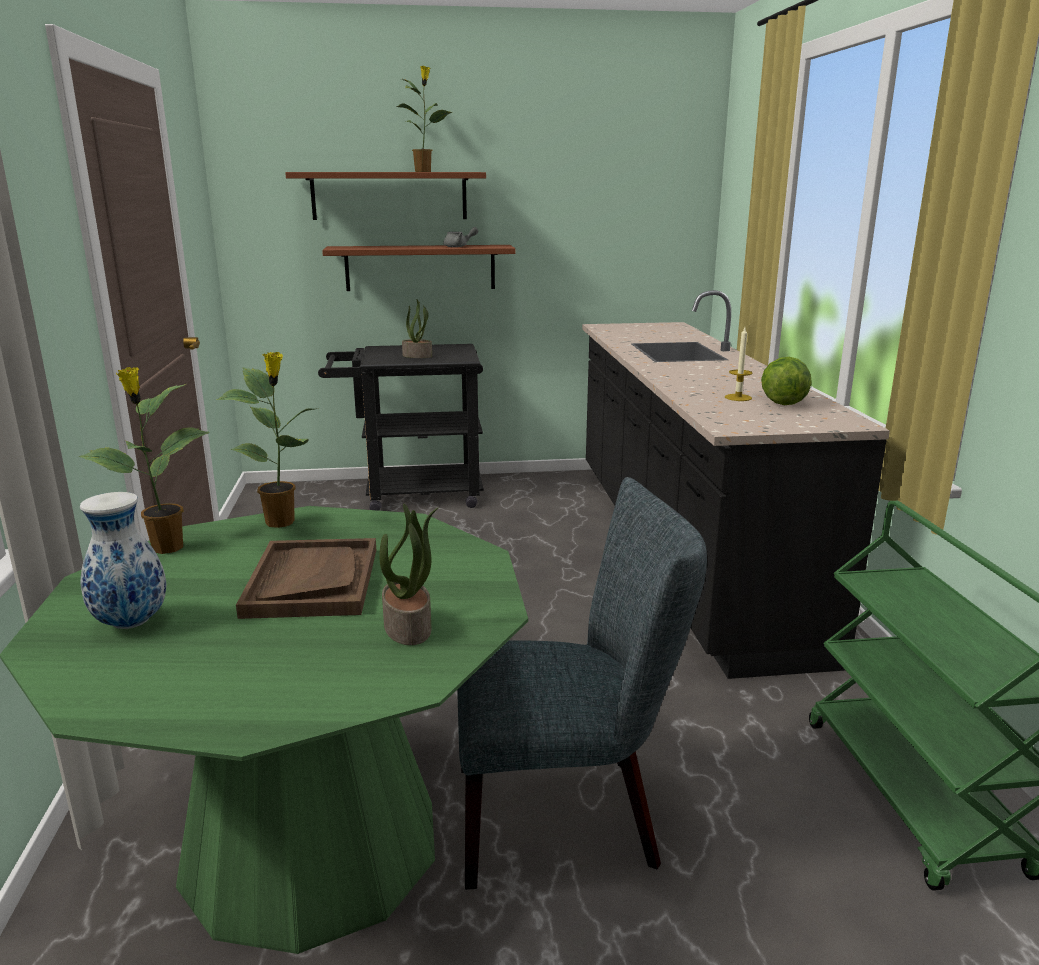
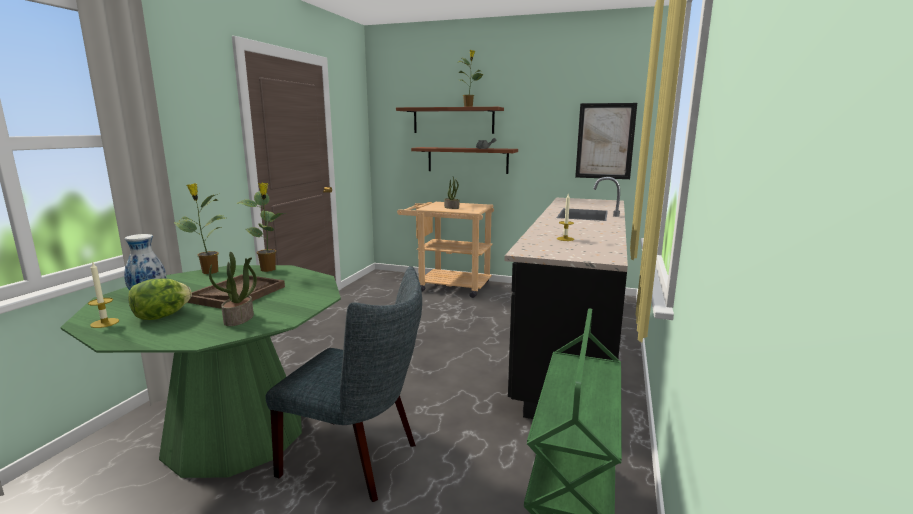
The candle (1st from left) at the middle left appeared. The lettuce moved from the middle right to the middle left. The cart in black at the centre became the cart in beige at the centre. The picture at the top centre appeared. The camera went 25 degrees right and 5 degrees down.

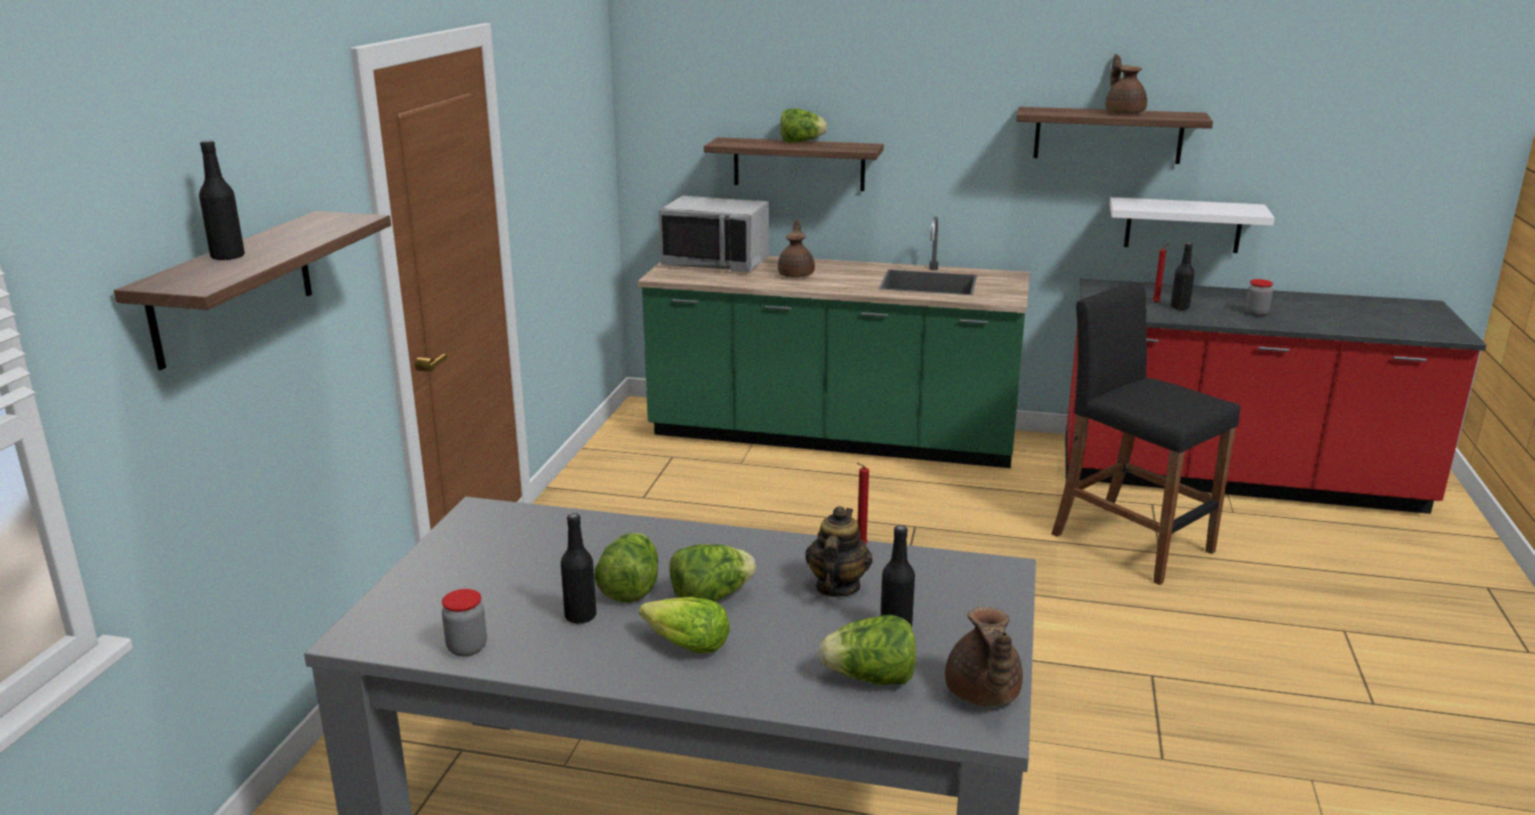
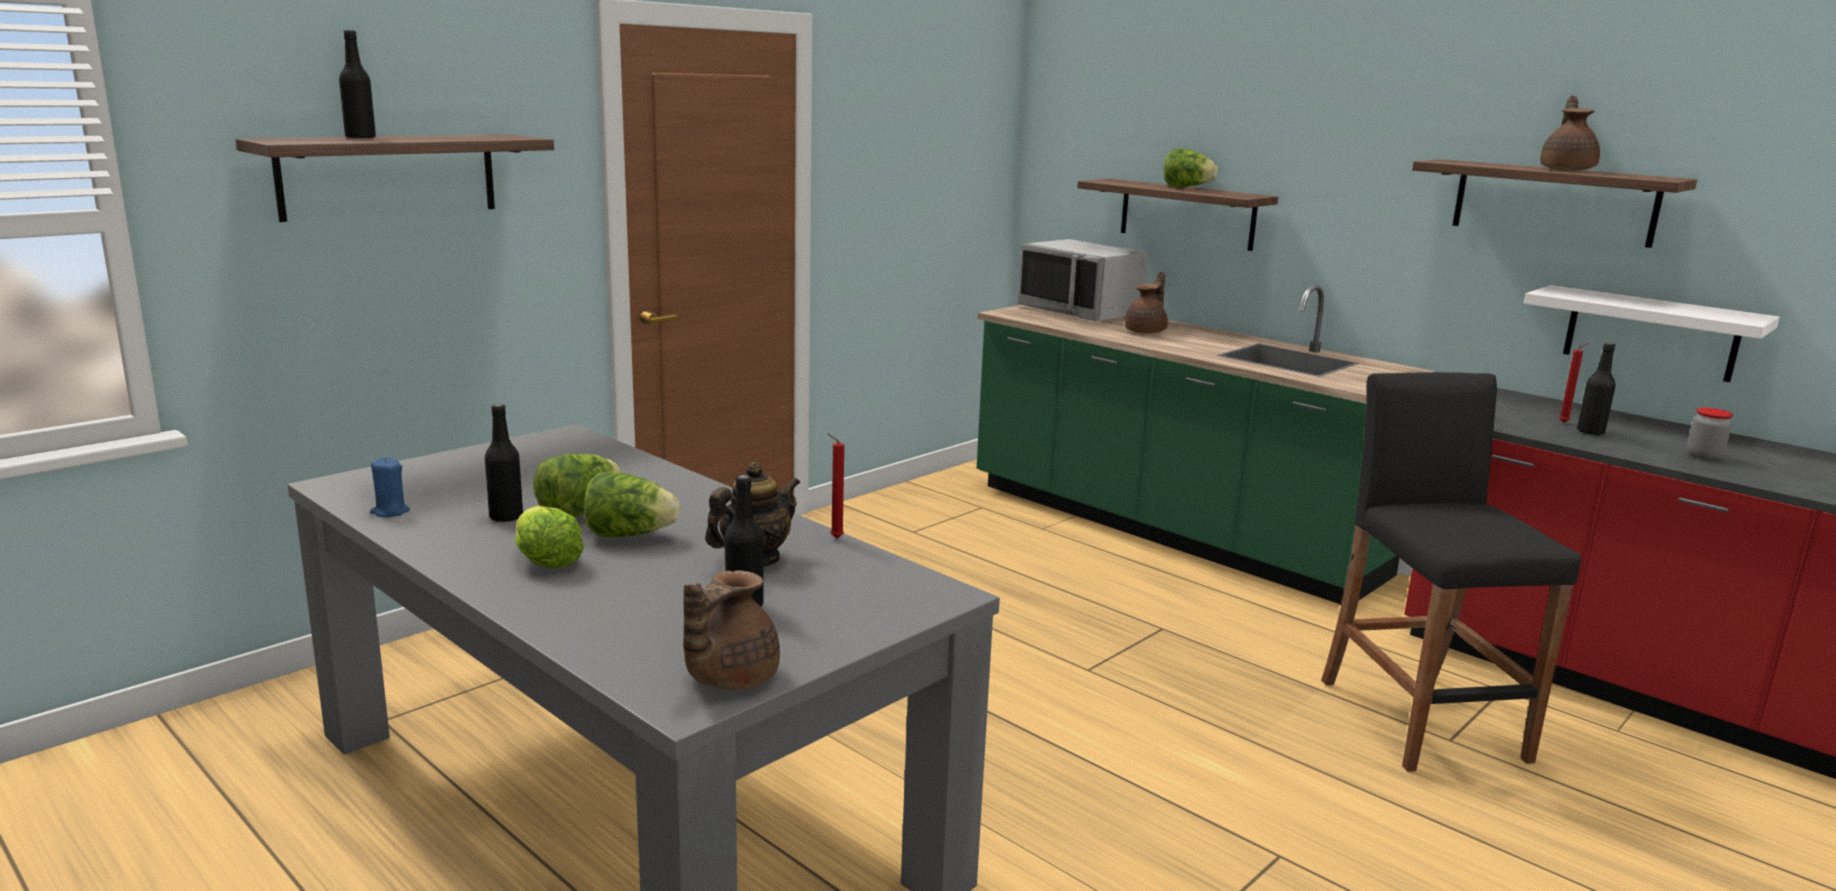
The jar (1st from left) at the bottom left was replaced by the candle in blue at the middle left. The lettuce (5th from left) at the bottom centre disappeared. The camera went 30 degrees right and 5 degrees down.

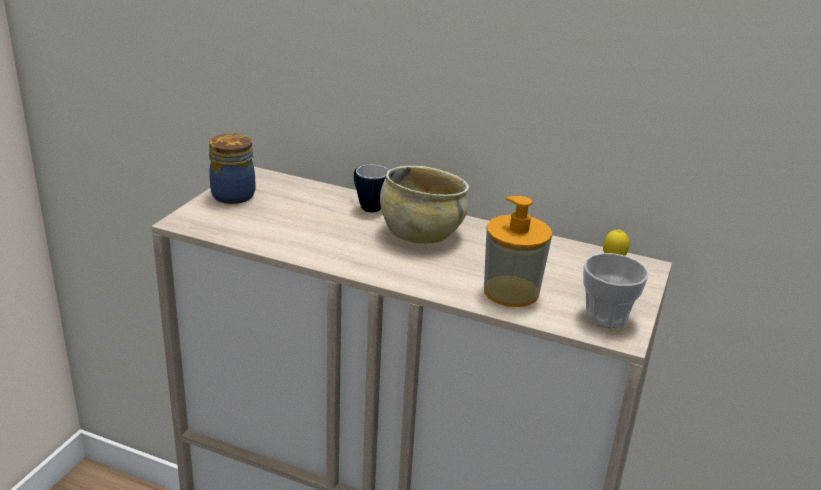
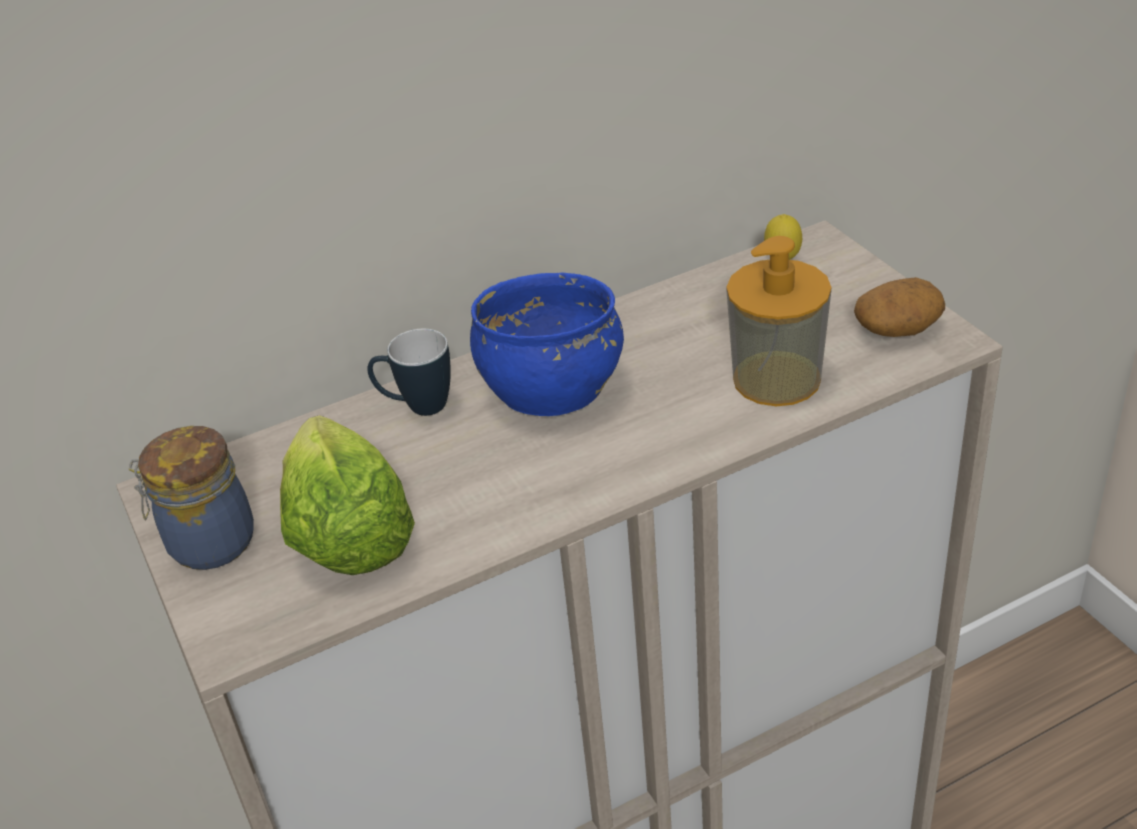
The lettuce at the middle left appeared. The bowl in beige at the centre became the bowl in blue at the centre. The cup at the middle right was replaced by the potato at the middle right. The camera went 45 degrees left and 10 degrees up.

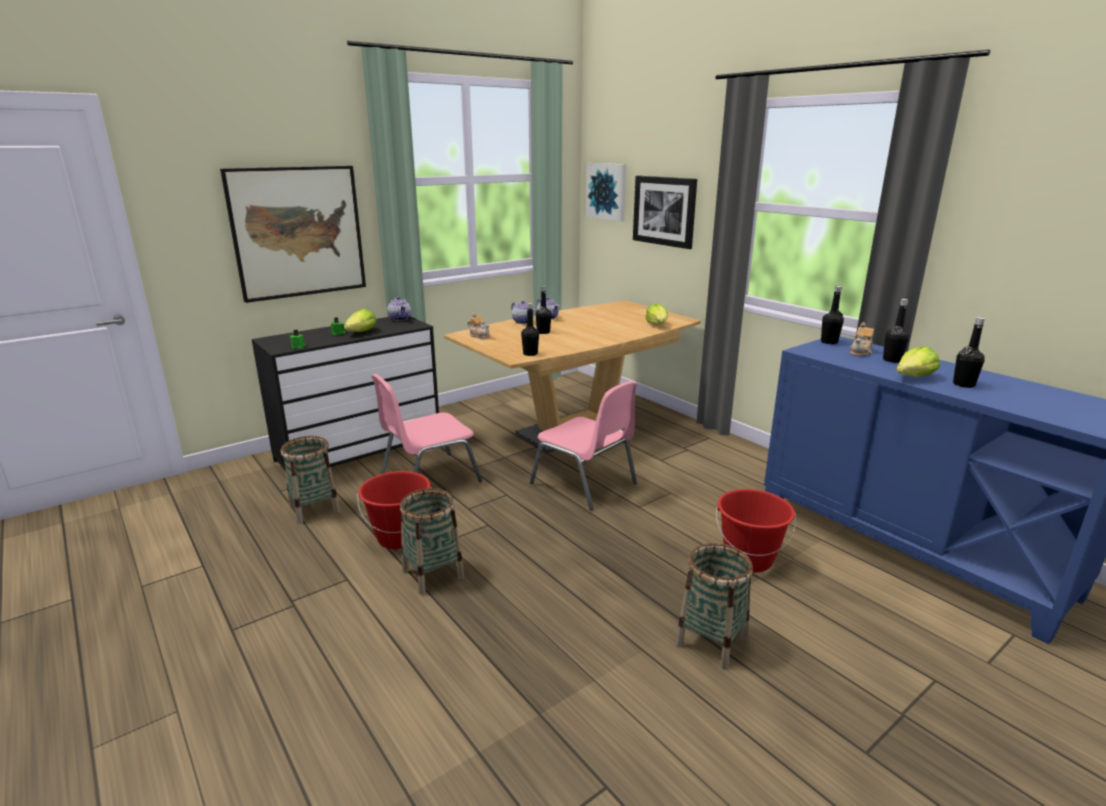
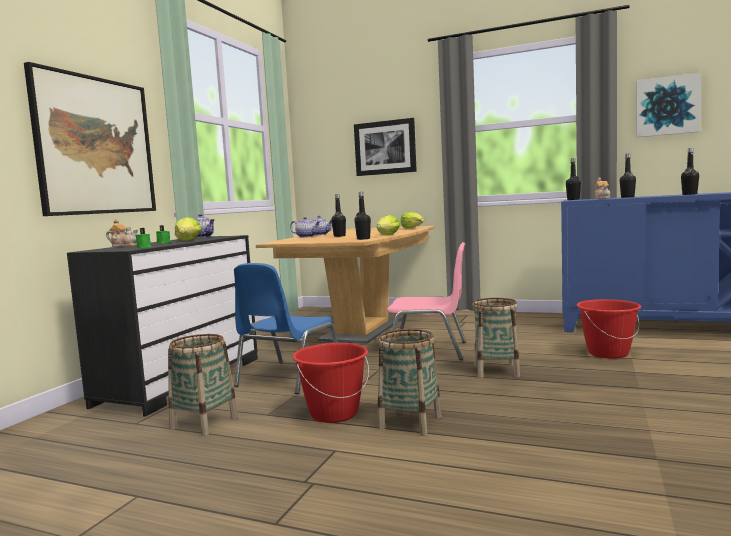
The teapot (2nd from left in the first image) moved from the centre to the middle left. The chair in pink (1st from left) at the centre became the chair in blue at the centre. The lettuce (3rd from left in the first image) moved from the middle right to the centre. The basket (3rd from left) moved from the bottom centre to the middle right. The picture (2nd from left in the first image) moved from the top centre to the top right. The camera went 30 degrees left and 15 degrees down.

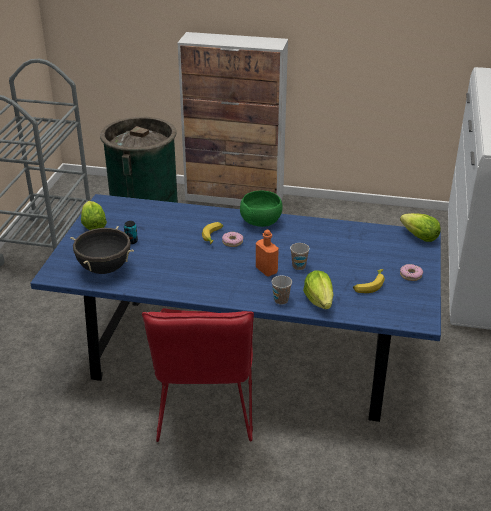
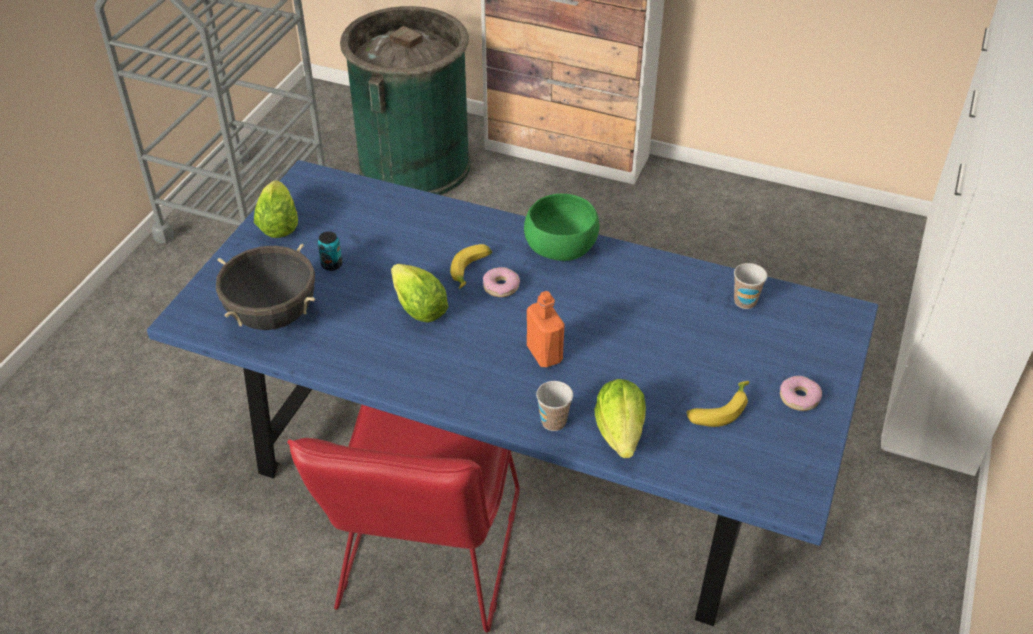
The lettuce (3rd from left in the first image) moved from the middle right to the centre. The cup (2nd from left) moved from the centre to the middle right. The camera went 10 degrees right and 10 degrees up.

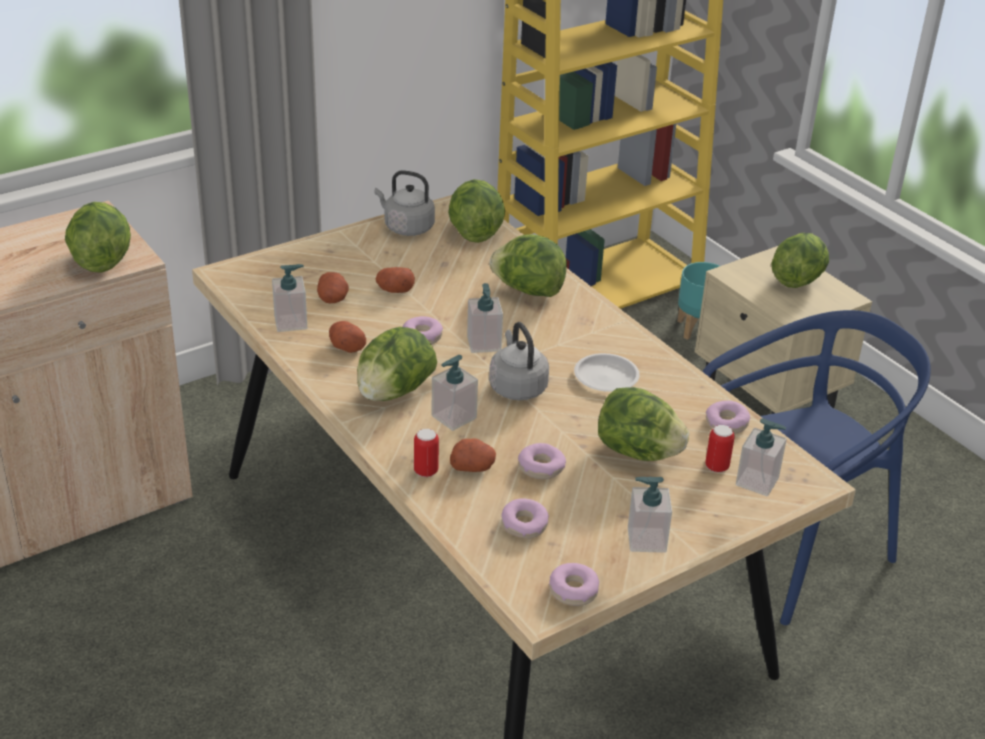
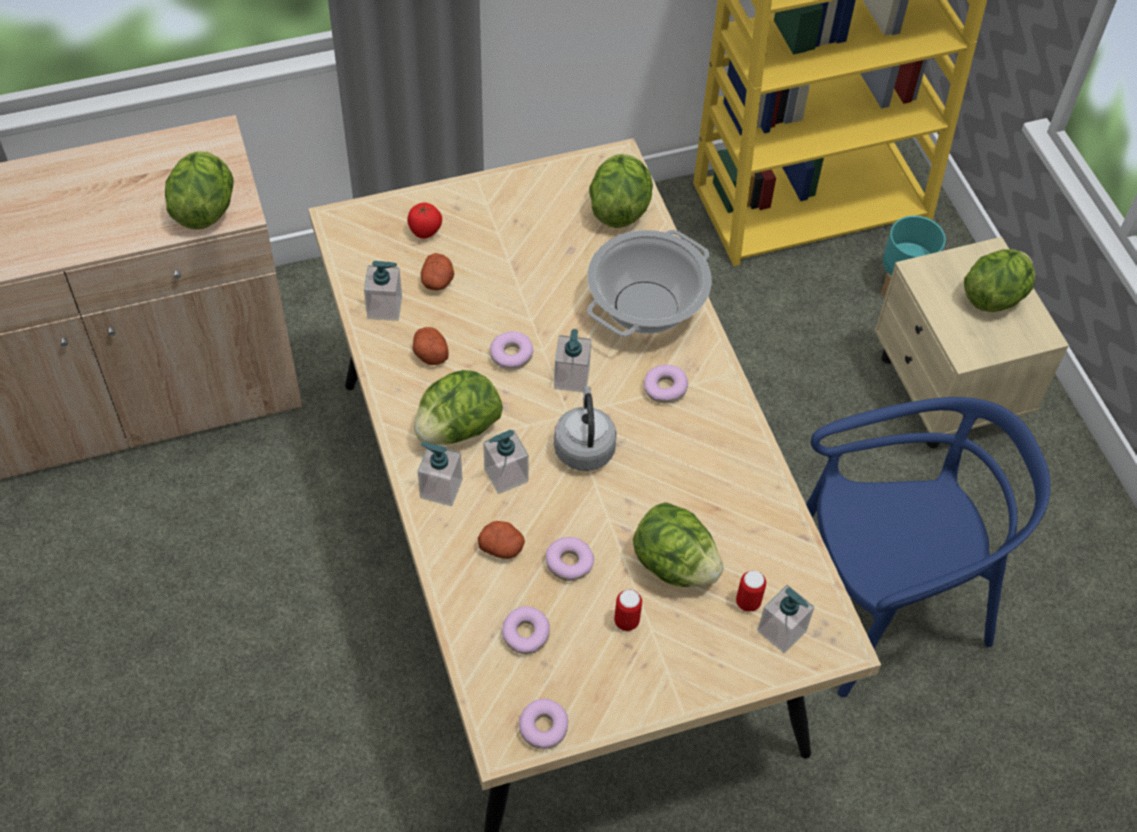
The tomato at the top centre appeared. The soap dispenser (4th from left in the first image) moved from the bottom centre to the centre. The lettuce (4th from left) at the centre was replaced by the cooking pot at the centre. The can (1st from left) moved from the centre to the bottom centre. The donut (5th from left) moved from the middle right to the centre. The kettle in grey (1st from left) at the top centre disappeared. The potato (3rd from left) at the centre disappeared. The plate in white at the centre disappeared. The camera went 15 degrees right and 20 degrees up.

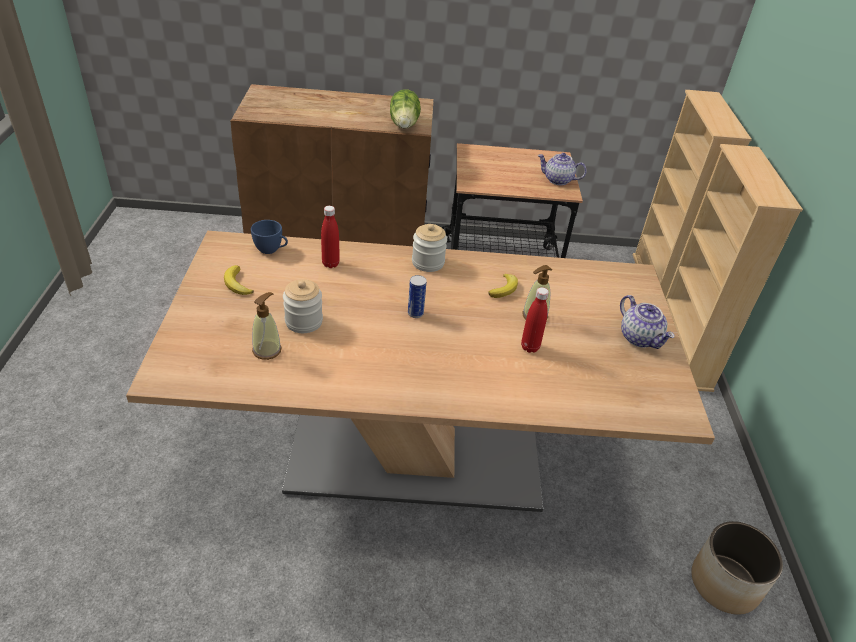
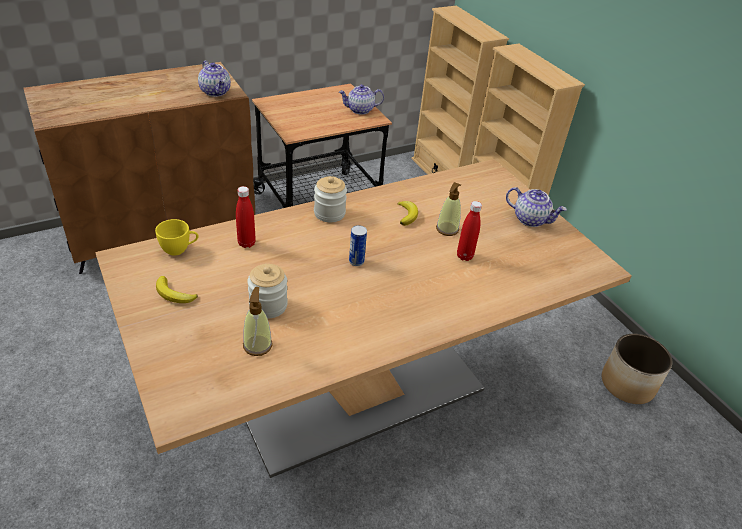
The cup in blue at the middle left became the cup in yellow at the middle left. The lettuce at the top centre was replaced by the teapot (1st from left) at the top left. The camera went 30 degrees left and 0 degrees up.

